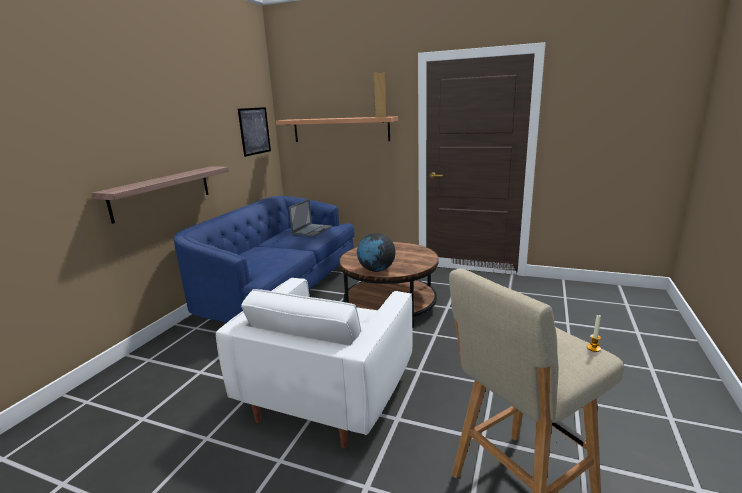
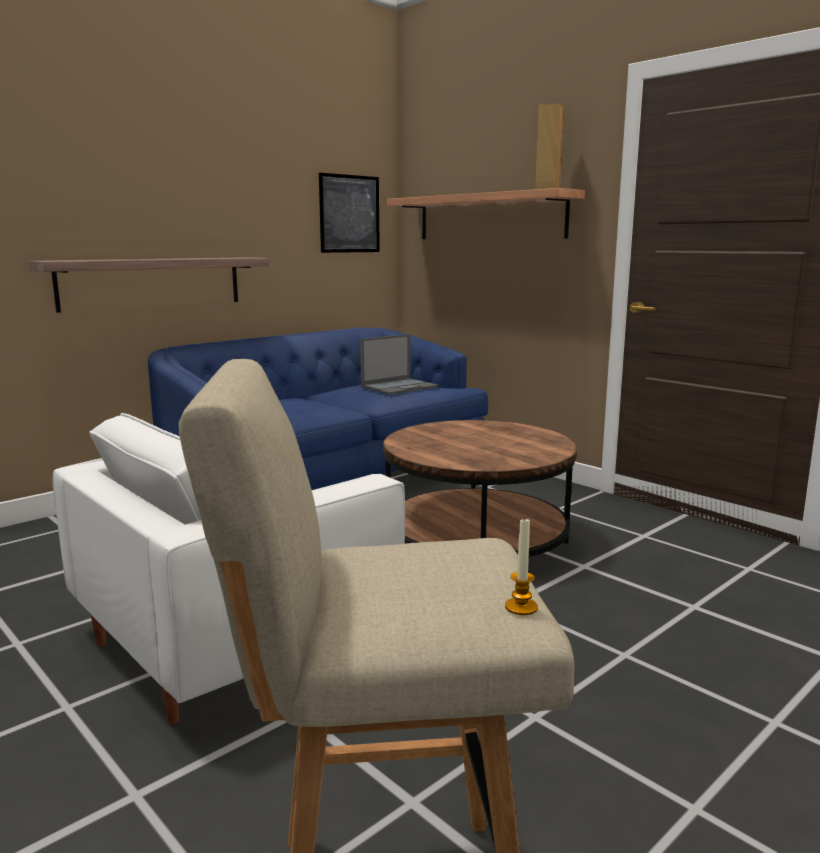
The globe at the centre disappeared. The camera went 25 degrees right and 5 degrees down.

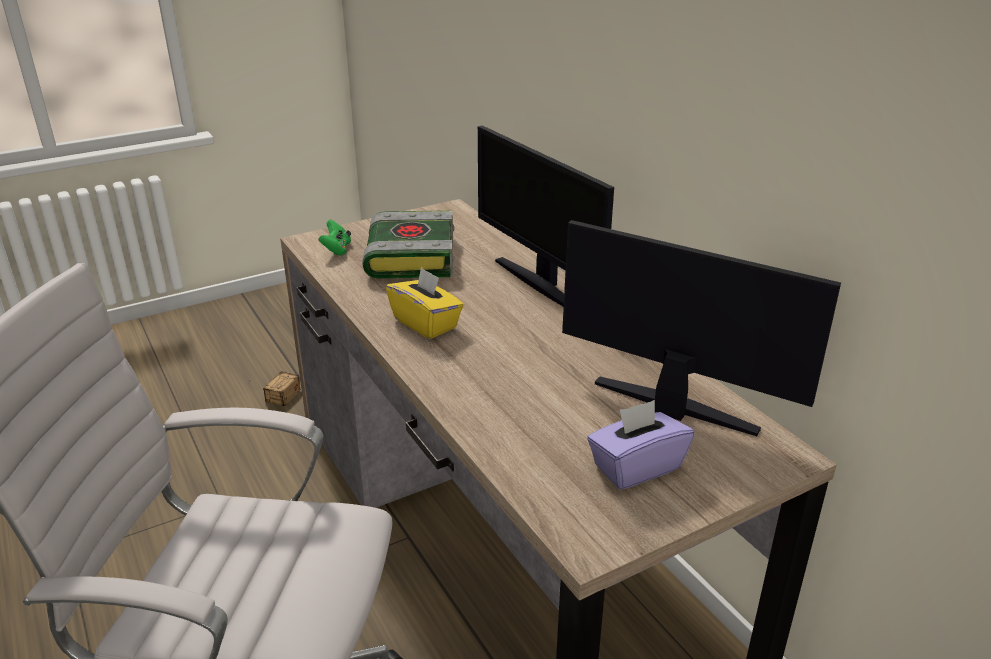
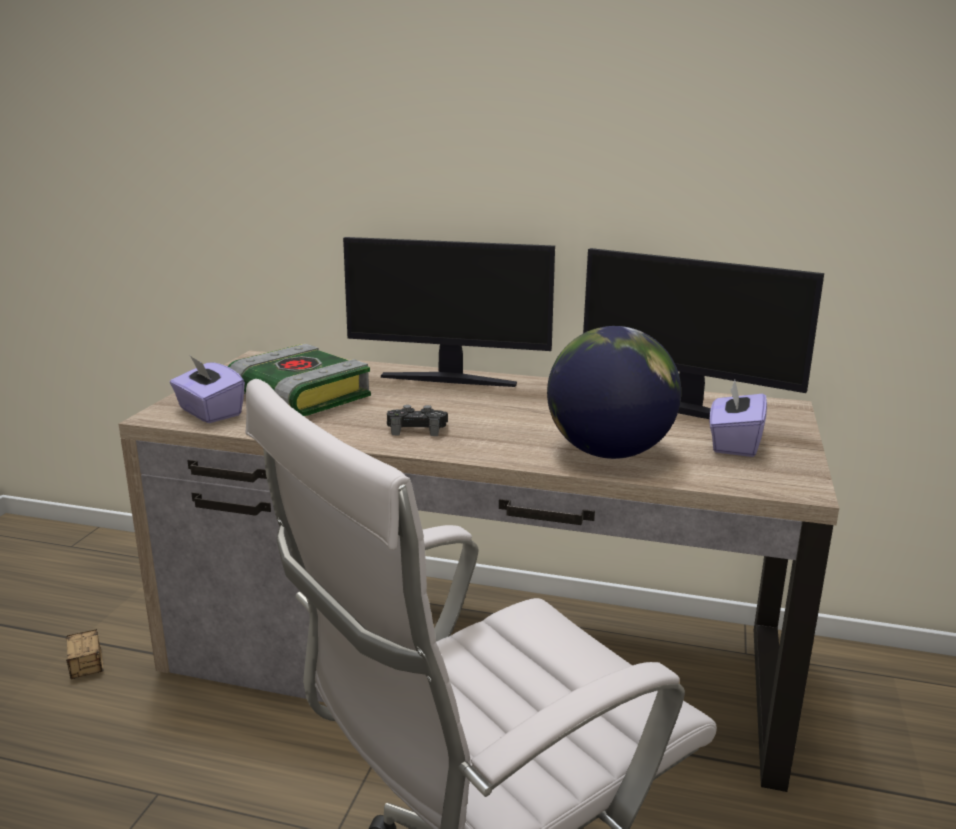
The game controller in green at the centre was replaced by the tissue box in purple (1st from left) at the middle left. The tissue box in yellow at the centre was replaced by the game controller in black at the centre. The globe at the centre appeared. The monitor (2nd from left) at the middle right turned 135 degrees counterclockwise. The camera went 45 degrees left and 10 degrees down.

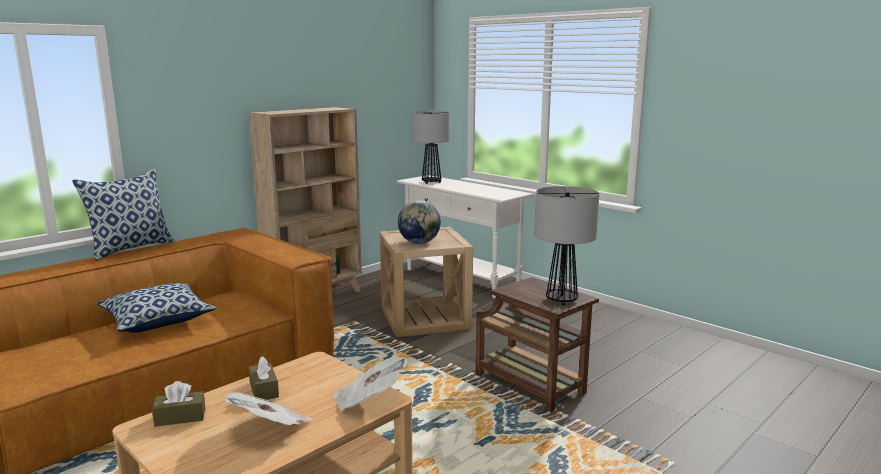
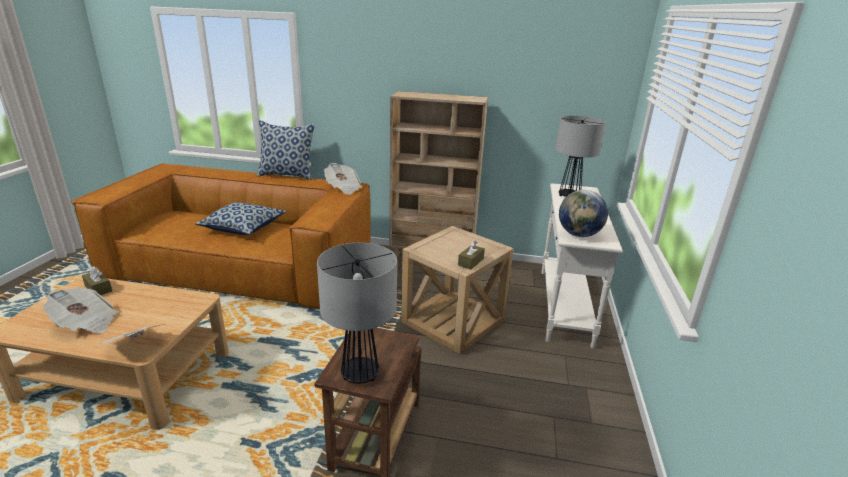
The newspaper (3rd from left) at the centre appeared. The tissue box in brown (2nd from left) moved from the bottom left to the centre. The globe moved from the centre to the middle right. The camera went 55 degrees right and 10 degrees up.

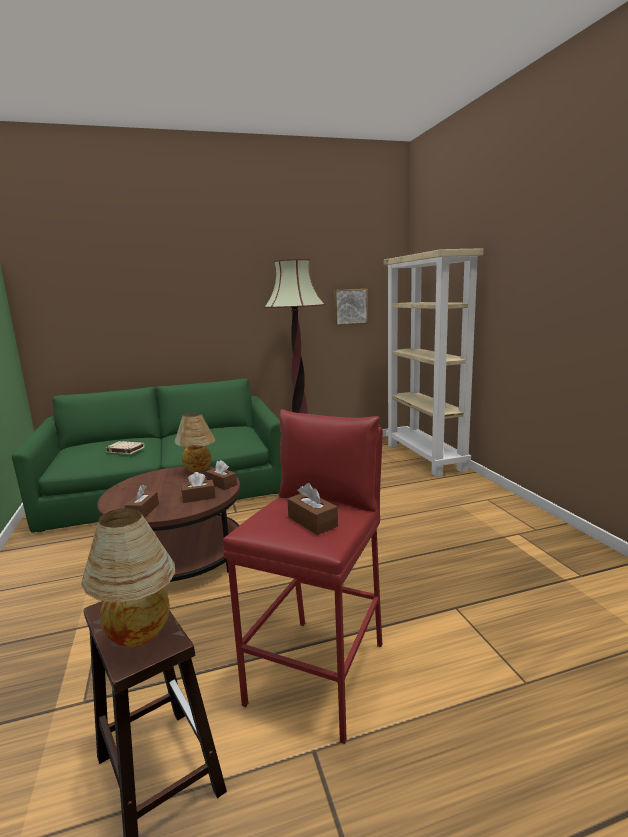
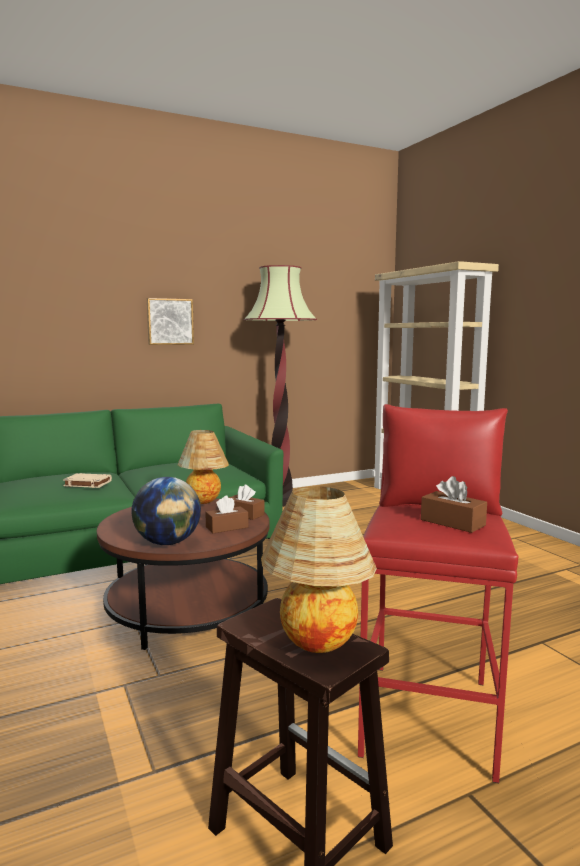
The tissue box in brown (1st from left) at the middle left was replaced by the globe at the middle left. The picture moved from the centre to the middle left. The camera went 10 degrees left and 5 degrees down.

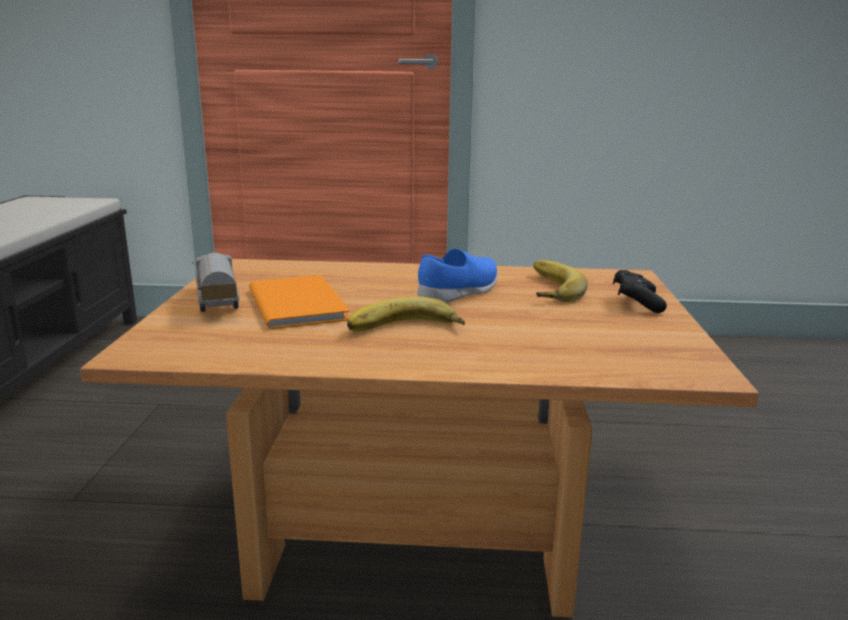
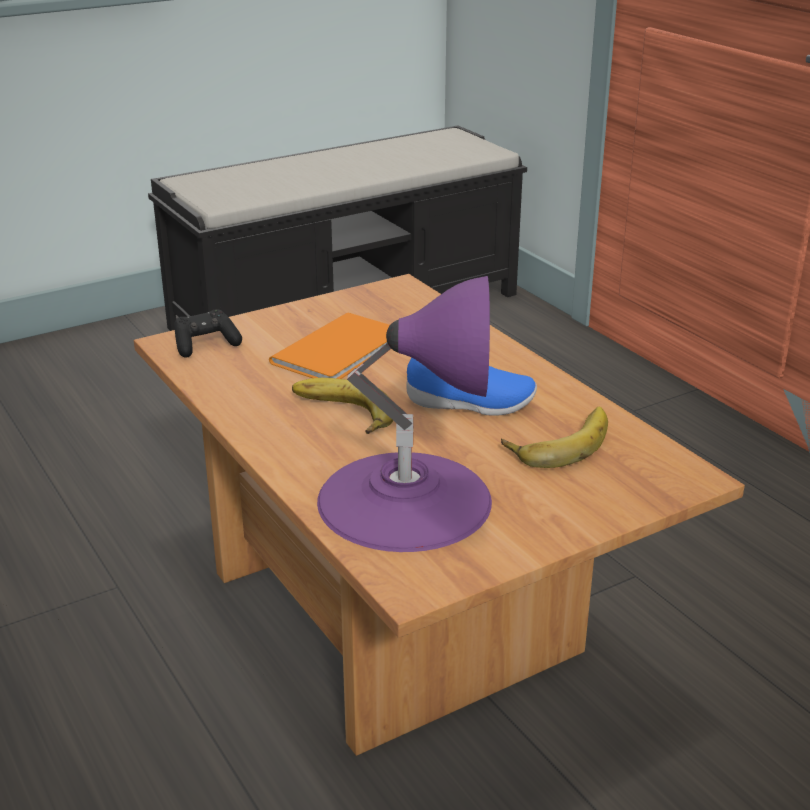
The game controller in black moved from the middle right to the middle left. The table lamp in purple at the centre appeared. The toy truck at the middle left disappeared. The camera went 55 degrees right and 10 degrees up.

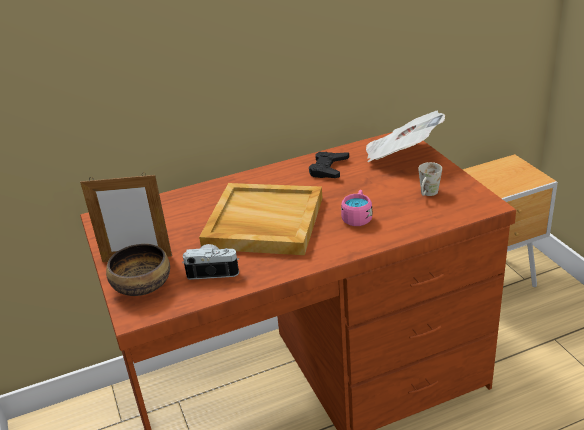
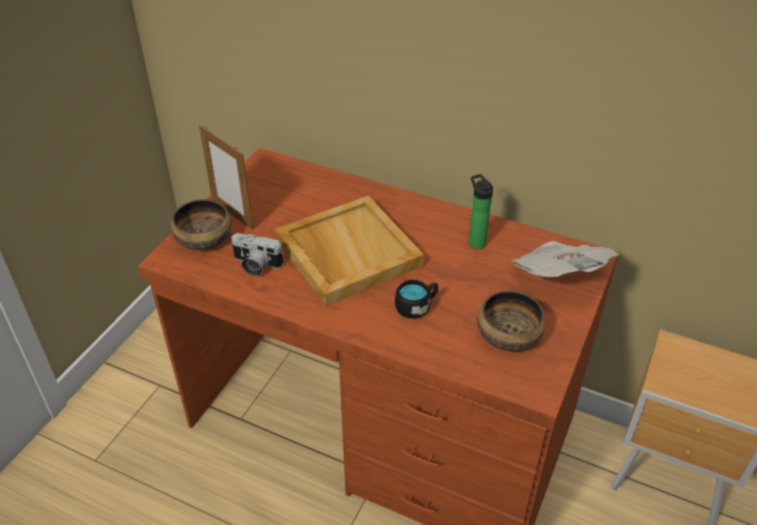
The photo camera at the centre turned 150 degrees clockwise. The mug in pink at the centre became the mug in black at the centre. The game controller in black at the centre was replaced by the bottle at the centre. The mug in white at the middle right was replaced by the bowl (2nd from left) at the middle right. The camera went 45 degrees right and 10 degrees up.

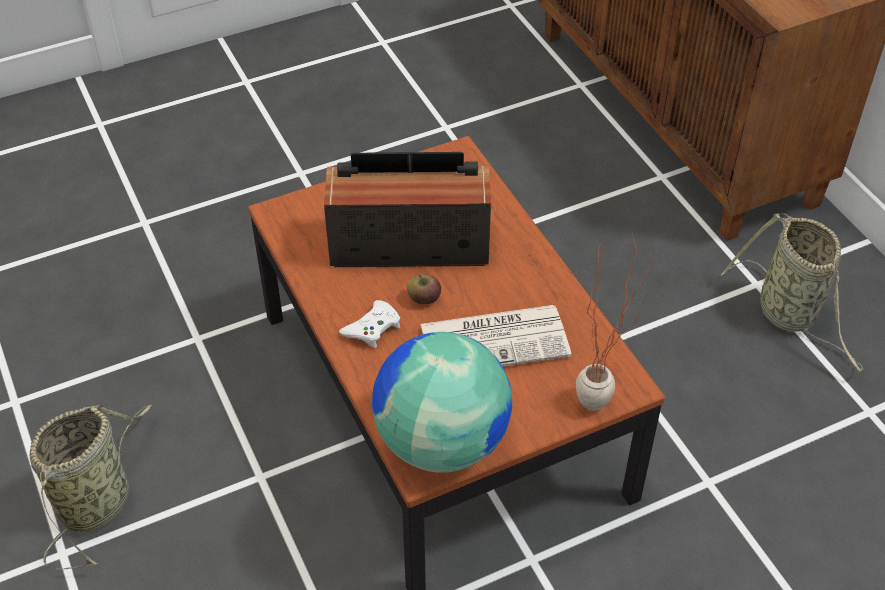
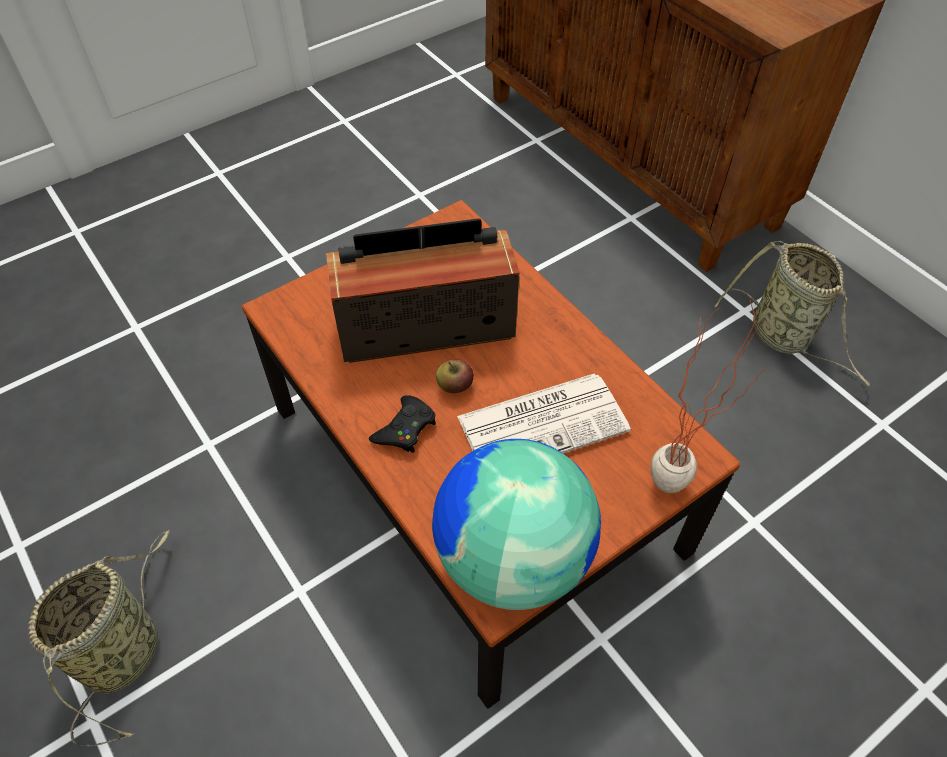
The game controller in white at the centre became the game controller in black at the centre. The camera went 10 degrees left and 5 degrees up.

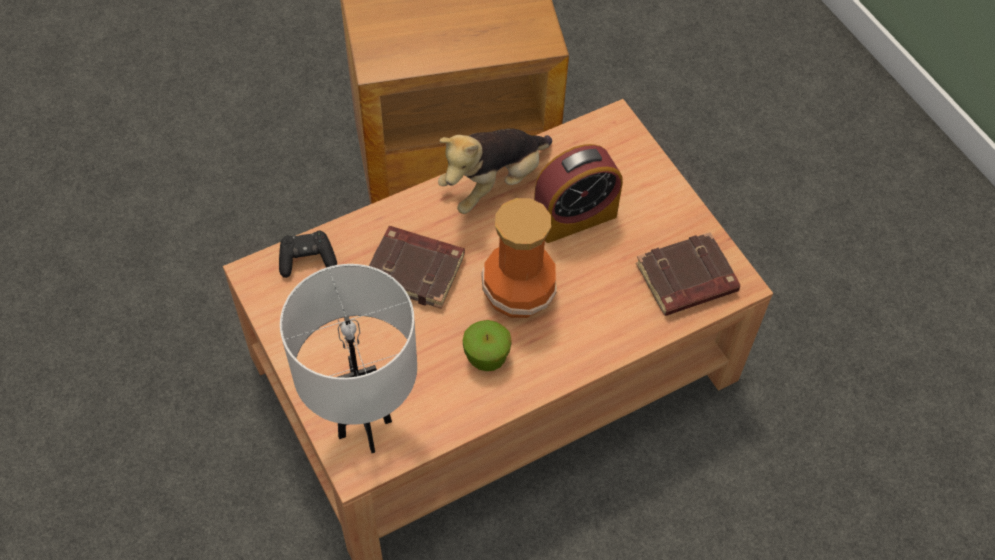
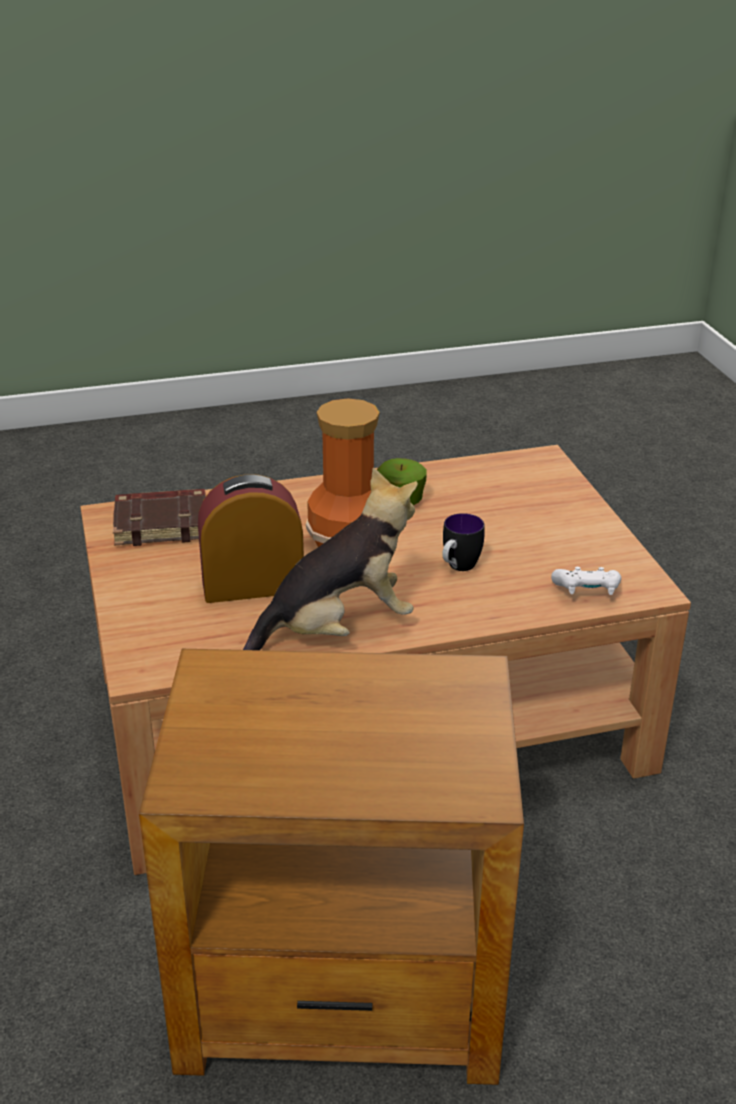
The book in brown (1st from left) at the centre was replaced by the mug at the centre. The game controller in black at the middle left became the game controller in white at the middle right. The table lamp in white at the centre disappeared. The camera went 165 degrees left and 25 degrees down.

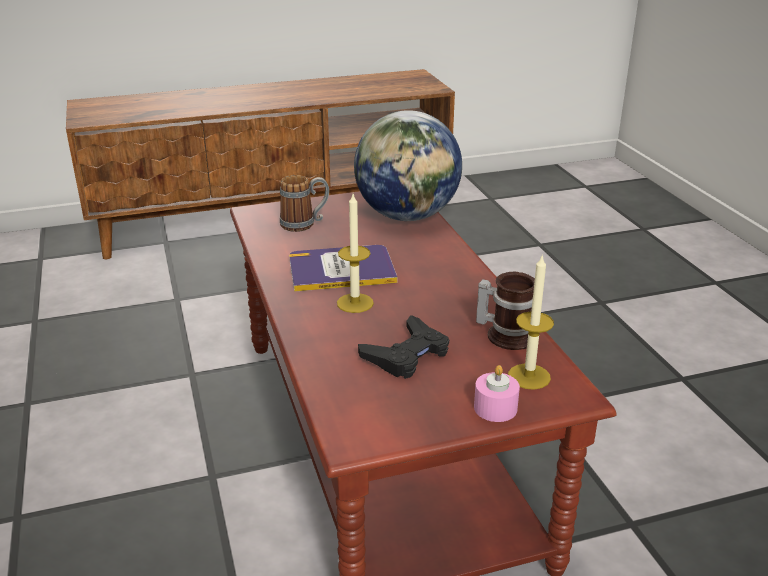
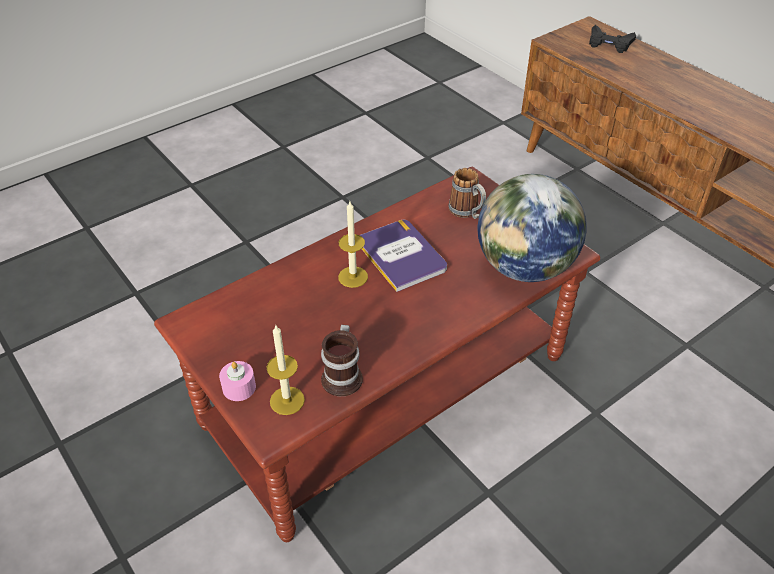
The game controller in black moved from the centre to the top right. The camera went 70 degrees right and 15 degrees up.

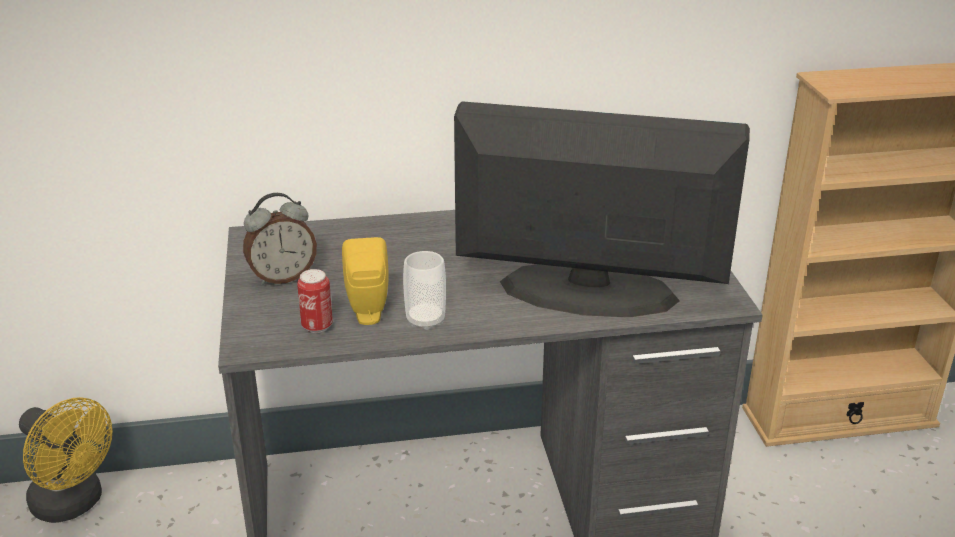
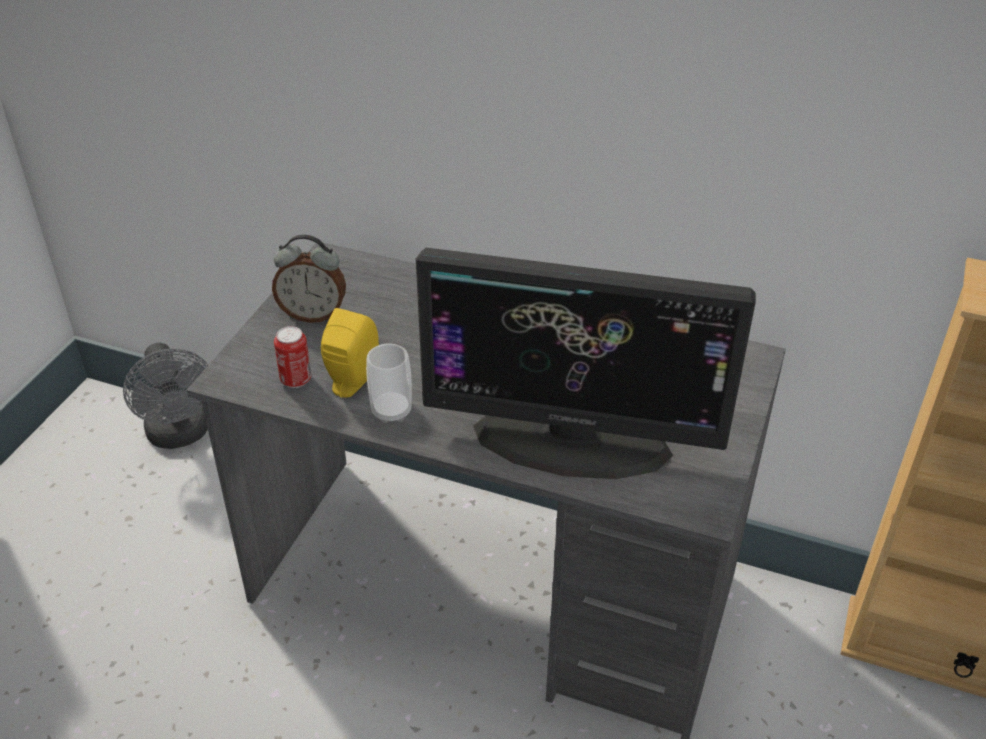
The fan in yellow at the bottom left became the fan in grey at the middle left. The monitor at the centre turned 150 degrees clockwise. The camera went 30 degrees right and 10 degrees up.

